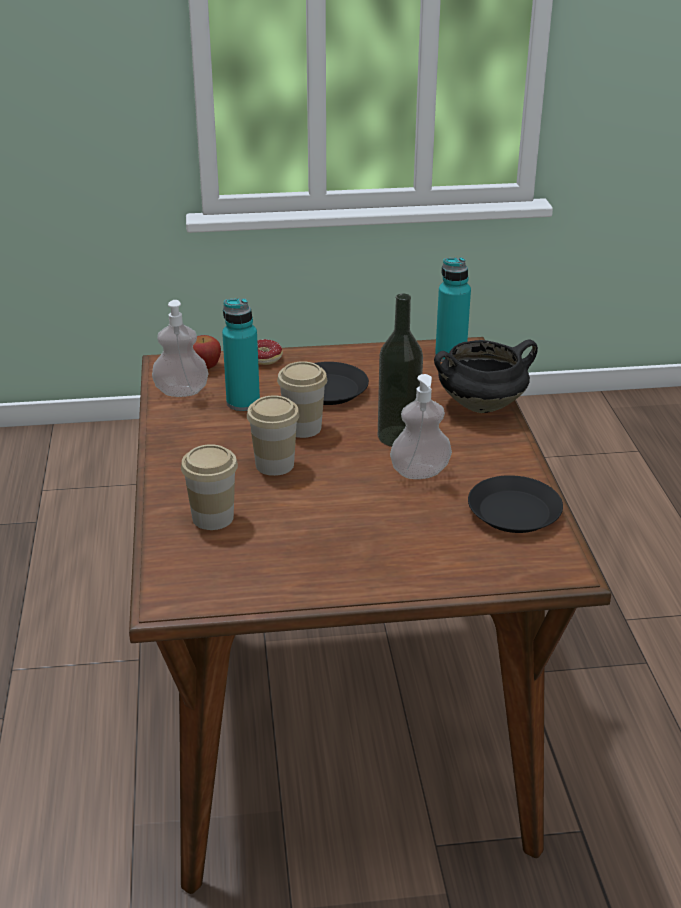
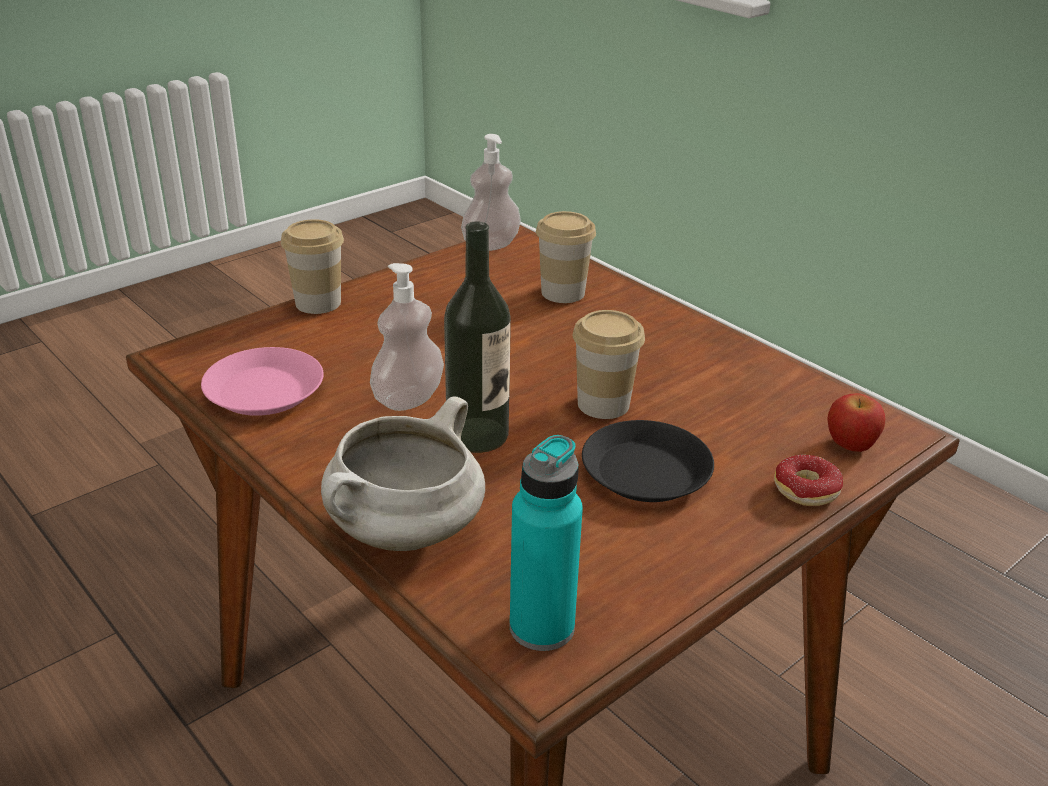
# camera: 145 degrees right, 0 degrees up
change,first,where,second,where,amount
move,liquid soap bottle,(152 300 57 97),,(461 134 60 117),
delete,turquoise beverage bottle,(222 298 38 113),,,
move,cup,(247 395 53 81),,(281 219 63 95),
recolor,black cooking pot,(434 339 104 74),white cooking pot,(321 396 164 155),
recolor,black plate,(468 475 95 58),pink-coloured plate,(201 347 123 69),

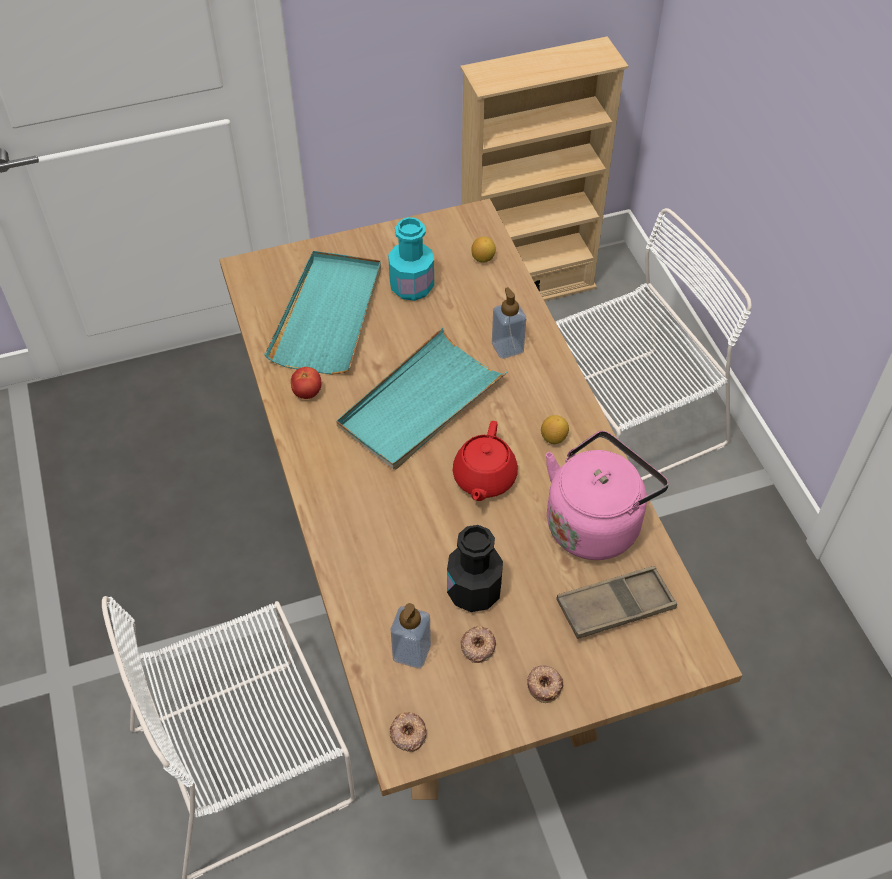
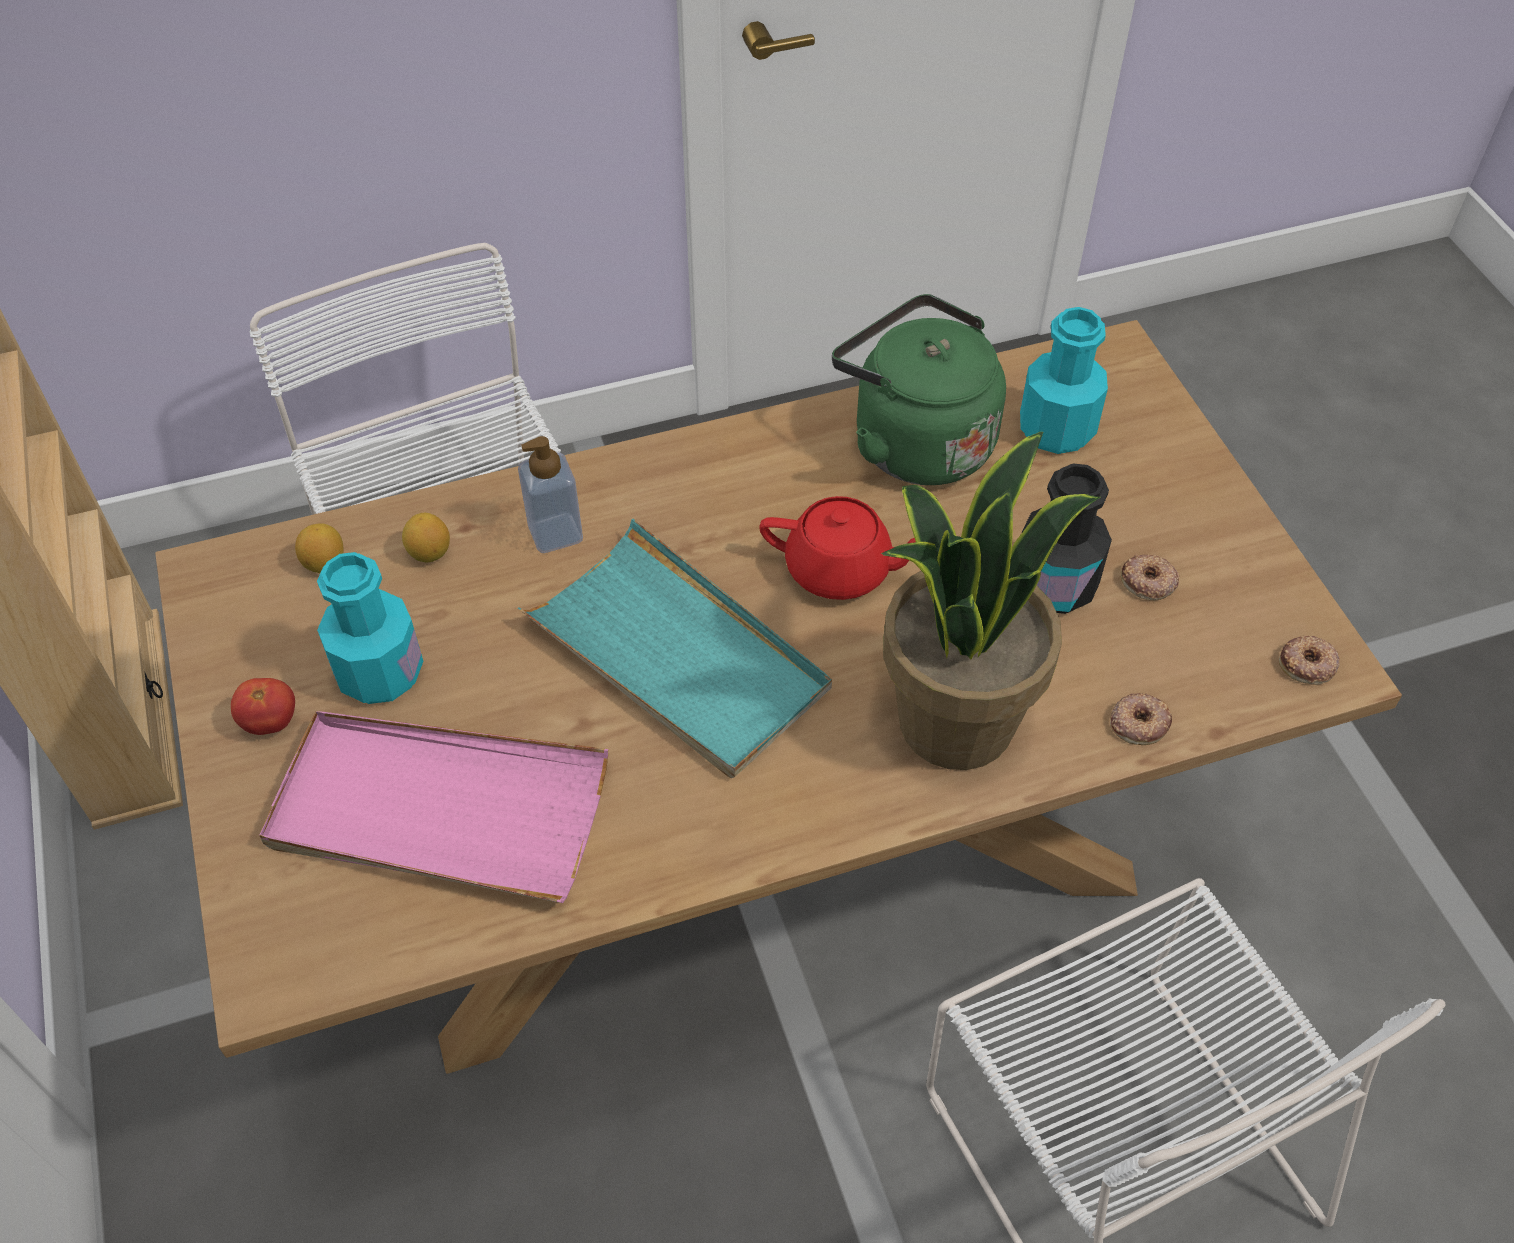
# camera: 90 degrees left, 0 degrees up
change,first,where,second,where,amount
recolor,turquoise serving tray,(264 251 117 124),pink-coloured serving tray,(259 711 349 192),
move,fresh tomato,(291 367 30 32),,(231 678 64 57),
delete,liquid soap bottle,(391 603 40 65),,,
move,ring doughnut,(527 665 37 38),,(1110 693 62 52),
move,citrus fruit,(541 415 28 29),,(402 513 48 49),
recolor,pink-coloured tea kettle,(546 431 123 129),green tea kettle,(832 294 174 191),
replace,brownish serving tray,(556 566 121 73),turquoise beverage bottle,(1020 307 88 147),
insert,,,plant in a pot,(881 432 220 338),

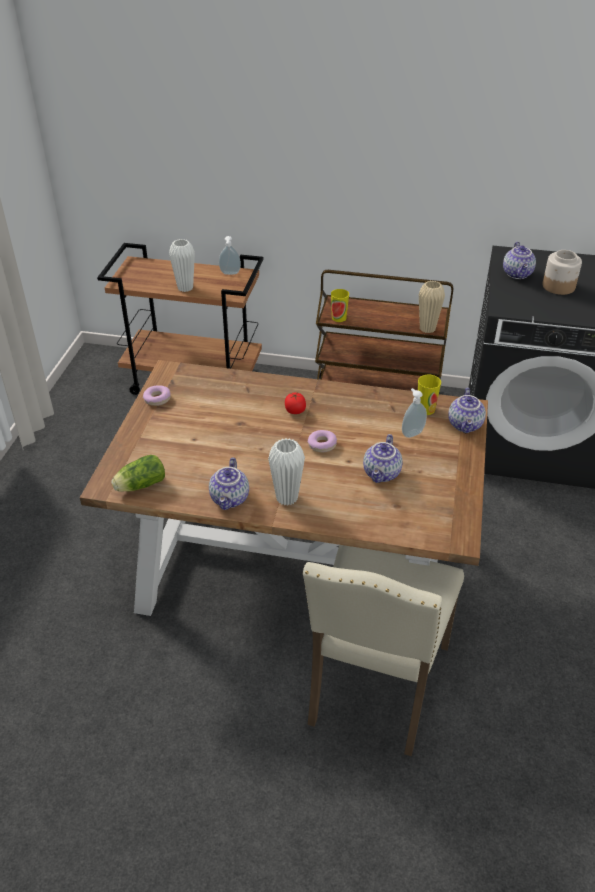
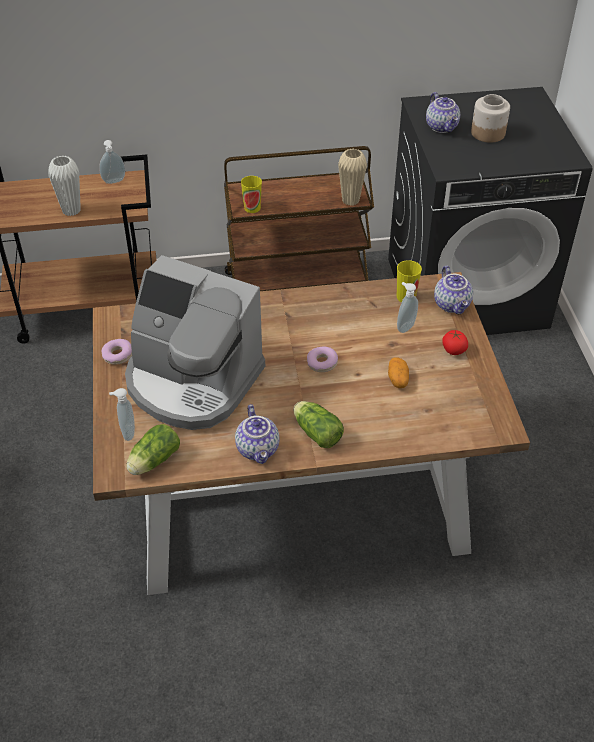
# camera: 20 degrees left, 5 degrees up
change,first,where,second,where,amount
replace,white vase,(268 438 37 68),lettuce,(294 401 50 47),
move,fresh tomato,(285 393 21 21),,(442 330 26 25),
delete,beige-coloured plain chair,(302 545 162 211),,,
replace,teapot,(363 434 40 49),spud,(388 357 21 31),
insert,,,liquid soap bottle,(109 388 26 53),
insert,,,coffee machine,(125 255 140 175),

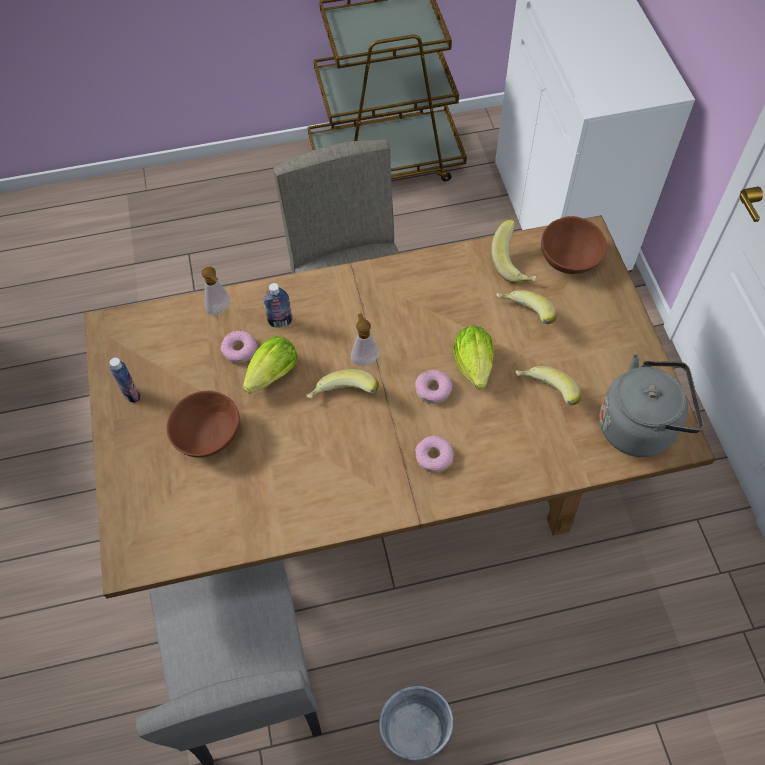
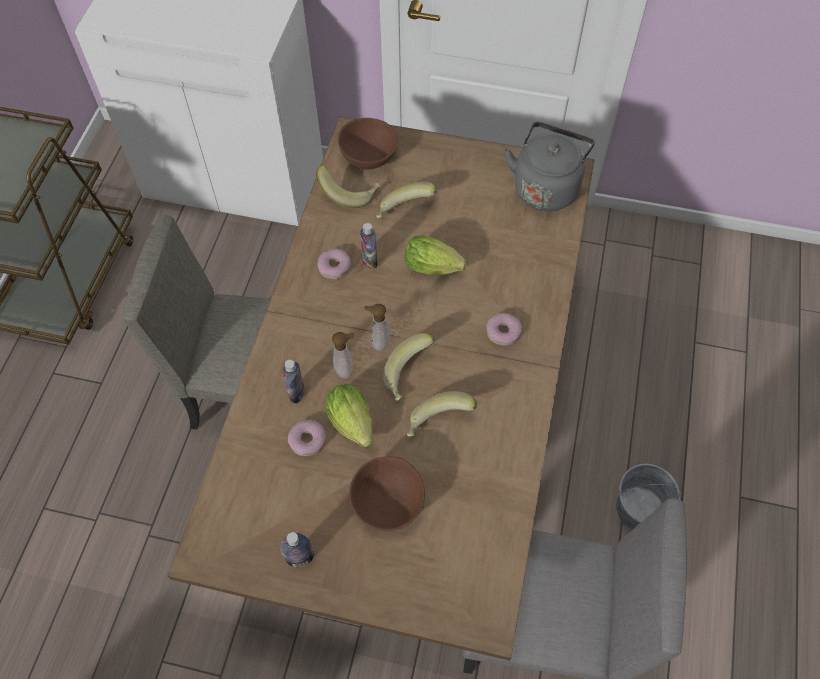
# camera: 65 degrees left, 0 degrees up
change,first,where,second,where,amount
move,liquid soap bottle,(201 267 29 48),,(332 332 22 47),
move,ring doughnut,(415 370 37 34),,(317 248 34 31),
move,banana fruit,(515 366 66 39),,(407 391 70 46),
insert,,,beverage bottle,(360 223 18 46),

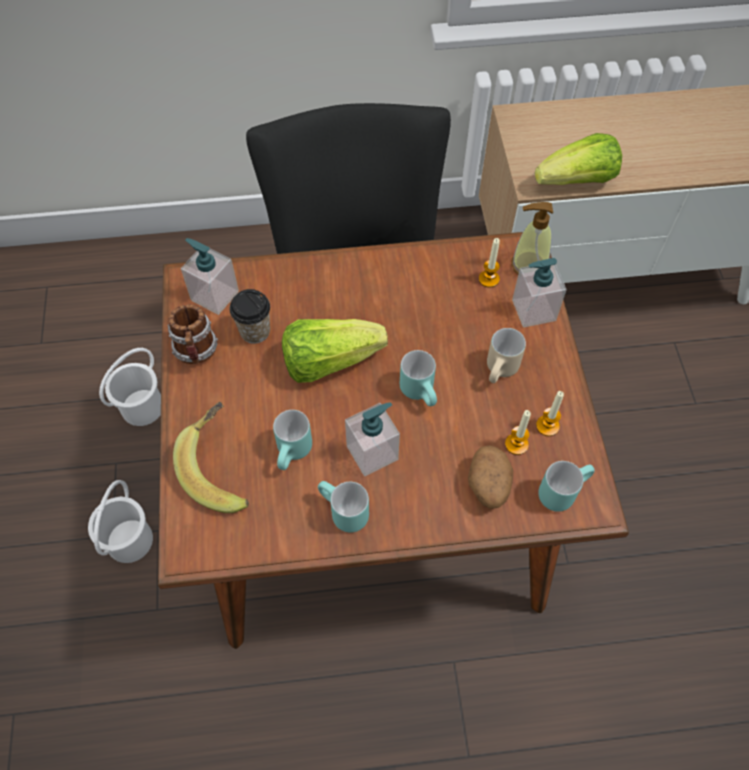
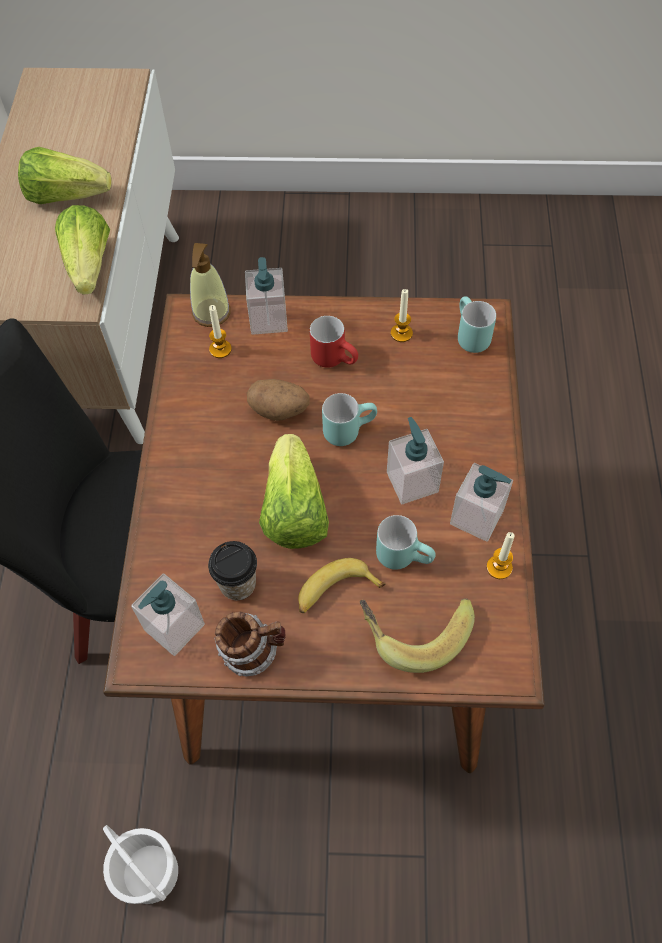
# camera: 80 degrees left, 0 degrees up
change,first,where,second,where,amount
delete,white water bucket,(88 480 65 83),,,
replace,turquoise mug,(318 481 51 52),liquid soap bottle,(450 463 63 79),
move,spud,(468 445 45 64),,(247 379 63 42),
recolor,beige-coloured mug,(487 328 39 55),red mug,(310 316 48 52),
move,candle,(505 410 26 45),,(486 532 29 47),
insert,,,lettuce,(18 147 94 57),
insert,,,banana fruit,(298 558 87 55),

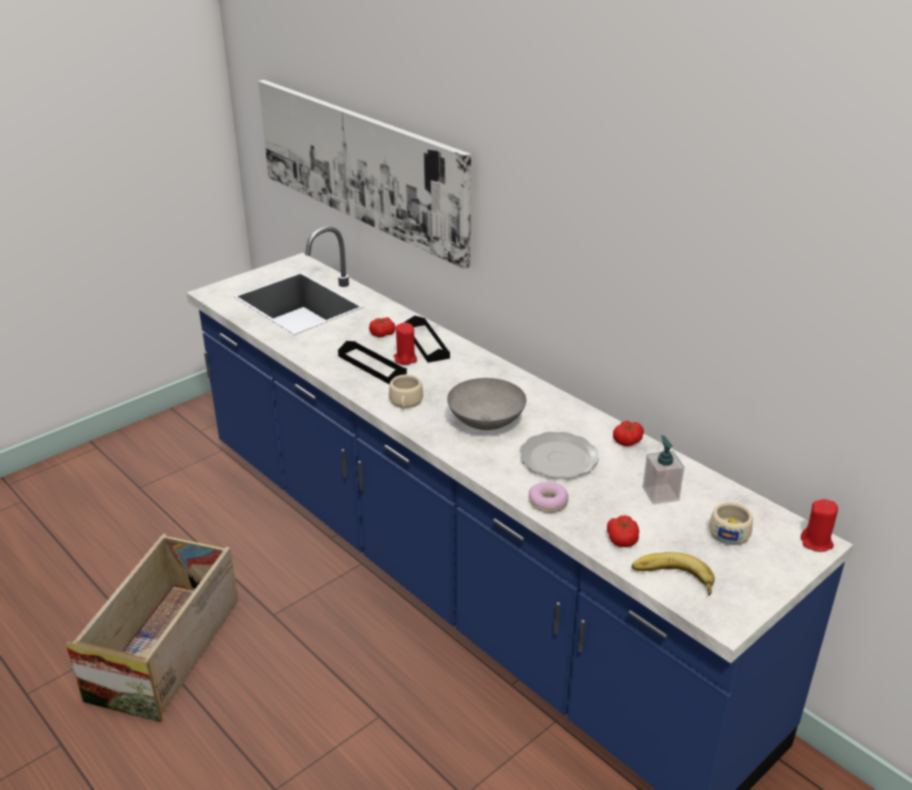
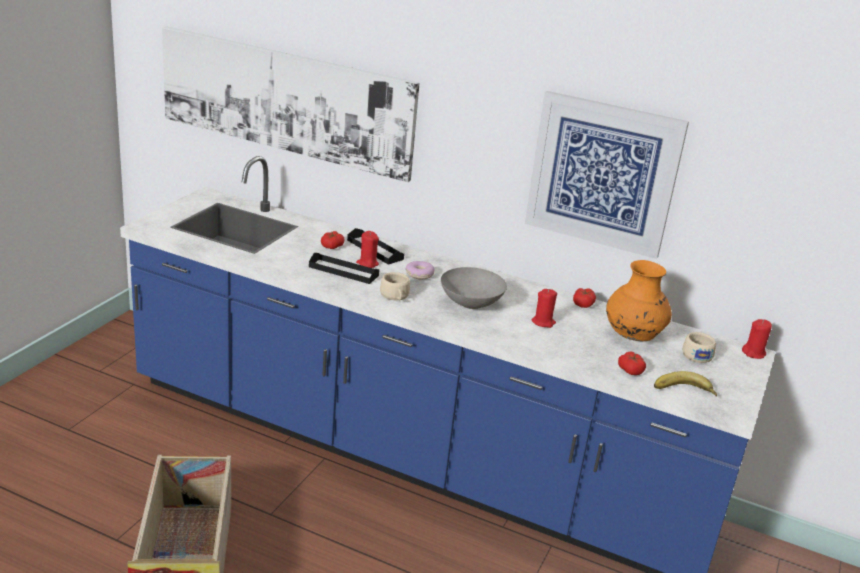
# camera: 25 degrees left, 5 degrees down
change,first,where,second,where,amount
replace,plate,(520 432 79 47),red candle,(532 289 25 39),
move,ring doughnut,(529 482 40 31),,(406 261 29 18),
replace,liquid soap bottle,(643 435 41 69),orange-coloured vase,(606 260 66 81),
insert,,,picture,(525 91 164 168),

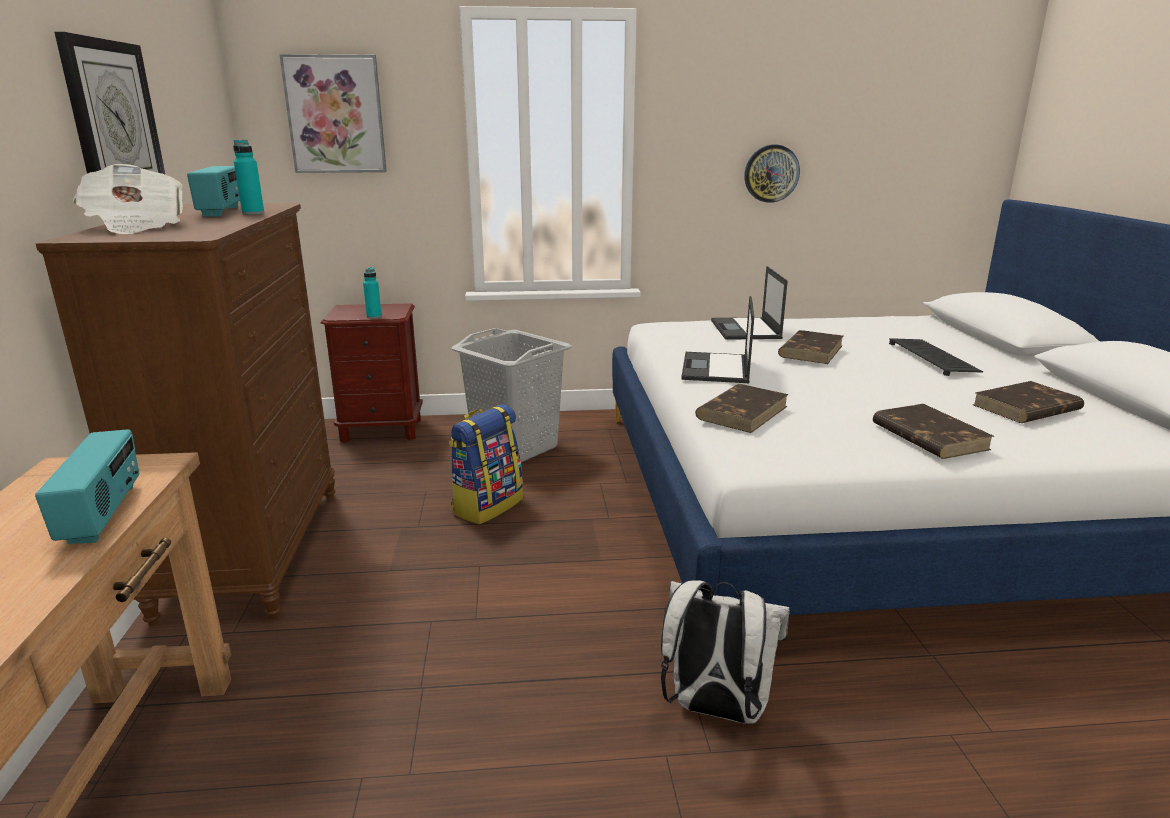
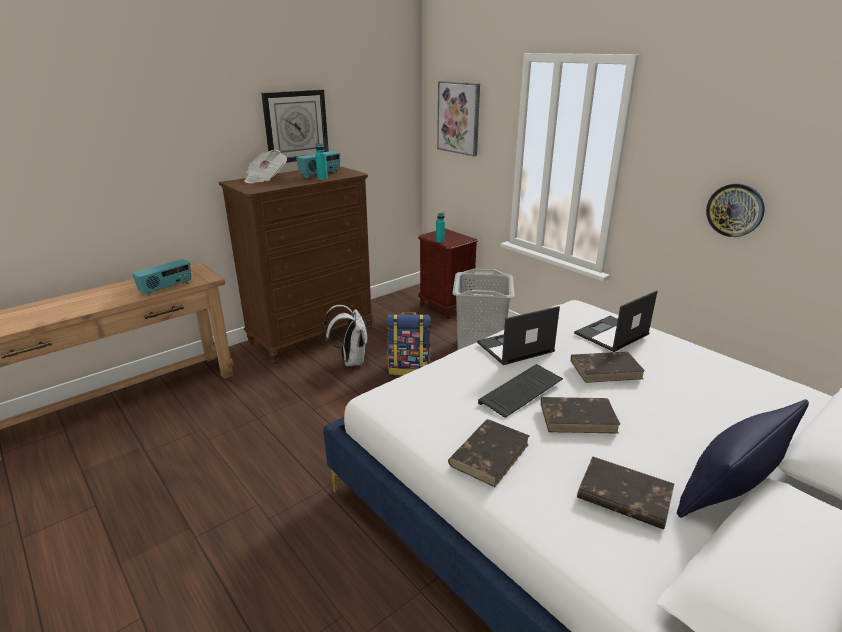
# camera: 55 degrees right, 5 degrees up
change,first,where,second,where,amount
move,white rucksack,(661 581 129 143),,(323 305 44 62),
move,brownish volume,(695 384 94 49),,(541 397 80 37),
move,computer keyboard,(889 338 94 38),,(478 364 85 54),
insert,,,blue pillow,(677 399 132 119),

